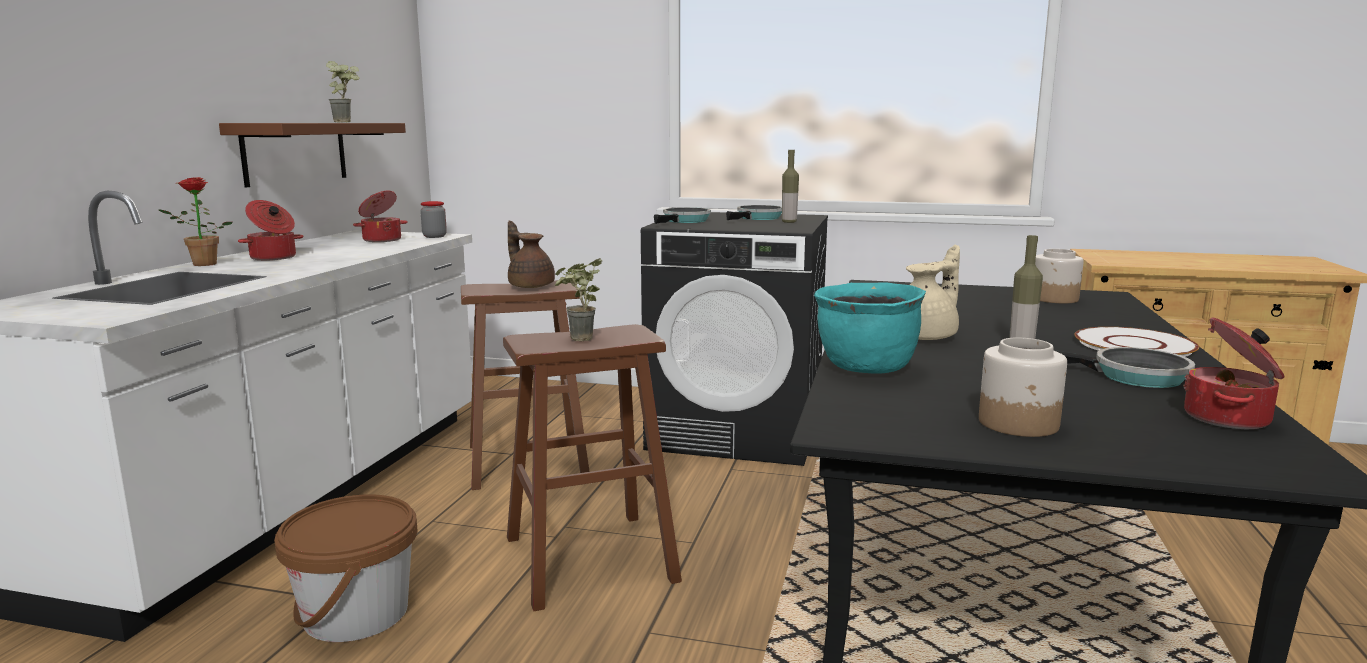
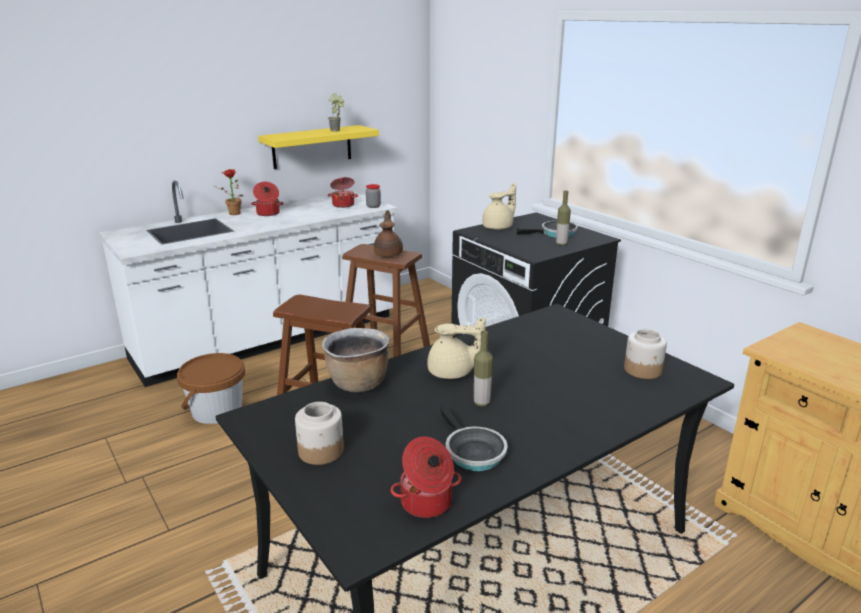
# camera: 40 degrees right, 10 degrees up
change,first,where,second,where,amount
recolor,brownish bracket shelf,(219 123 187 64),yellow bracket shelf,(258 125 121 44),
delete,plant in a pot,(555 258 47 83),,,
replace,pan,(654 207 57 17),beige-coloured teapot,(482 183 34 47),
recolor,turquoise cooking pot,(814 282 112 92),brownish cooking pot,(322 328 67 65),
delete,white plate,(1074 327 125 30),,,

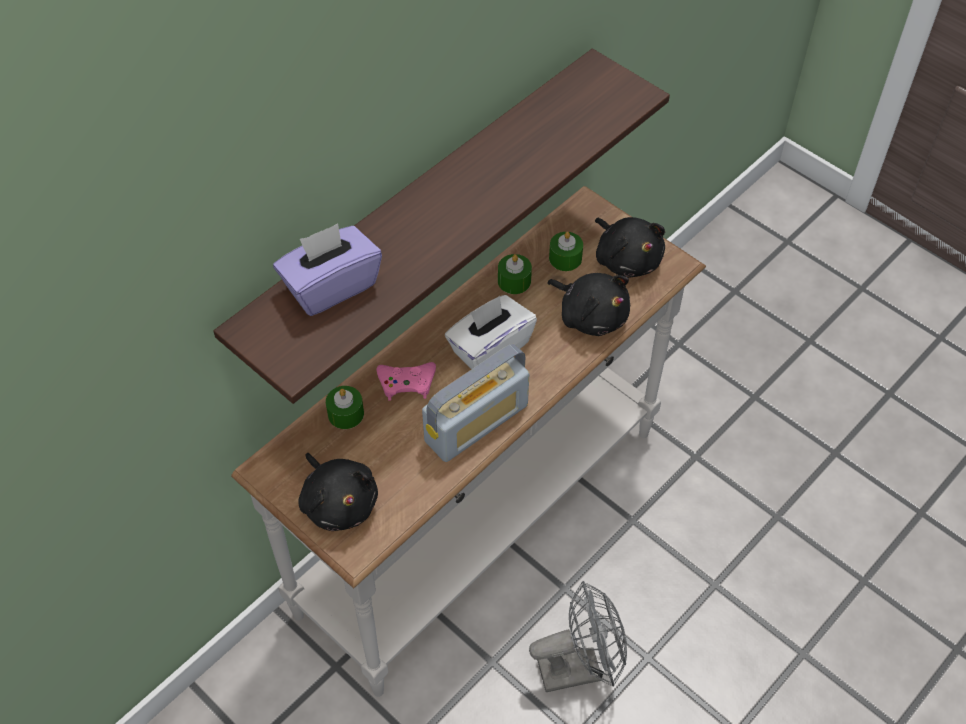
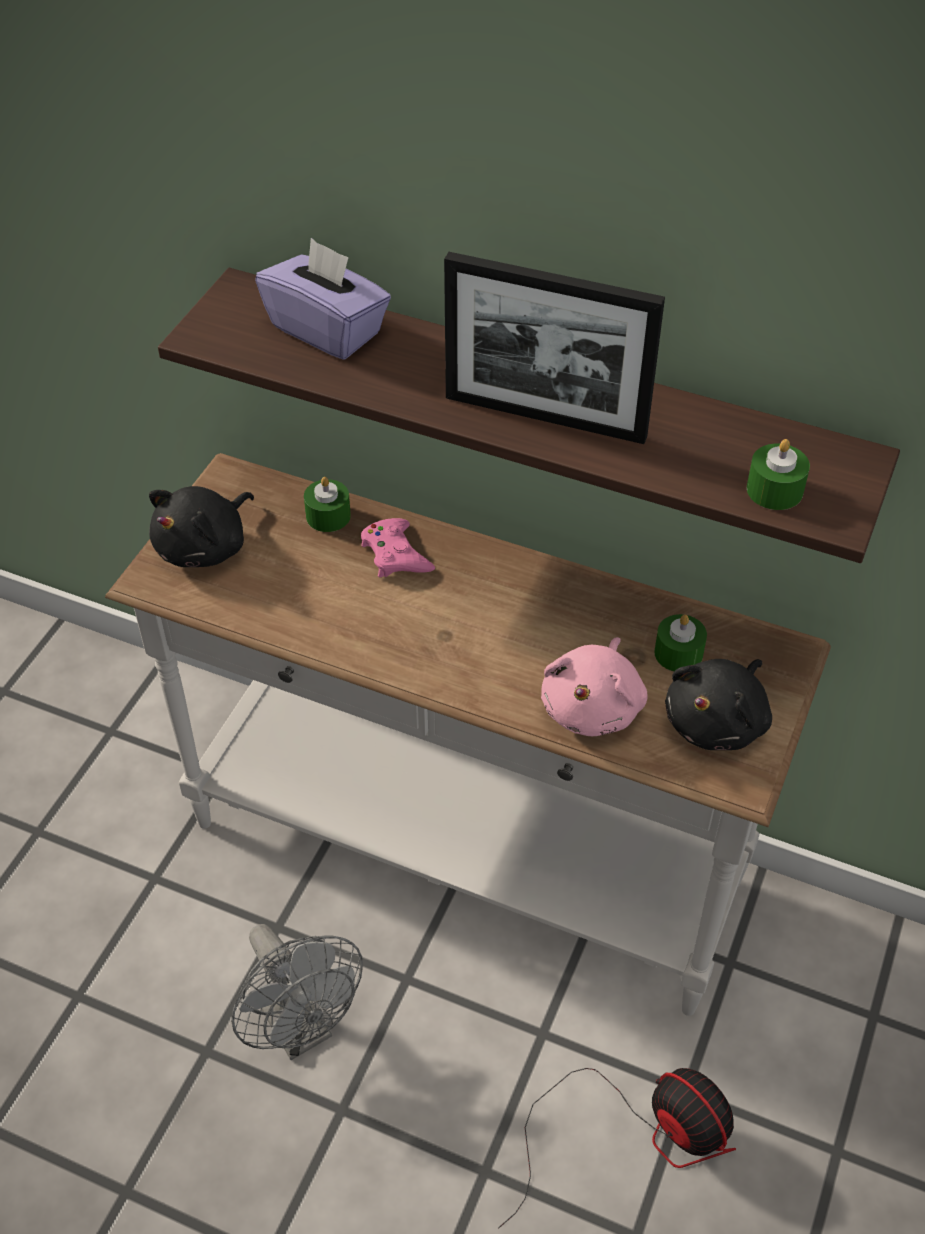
# camera: 70 degrees right, 5 degrees down
change,first,where,second,where,amount
delete,radio set,(422 344 107 118),,,
delete,white tissue holder,(445 295 92 74),,,
move,green candle,(498 254 34 40),,(747 439 63 71),
recolor,black soft toy,(548 273 82 63),pink-coloured soft toy,(541 637 107 99),
insert,,,standing frame,(444 252 221 192),
insert,,,electric fan,(498 1068 238 161),

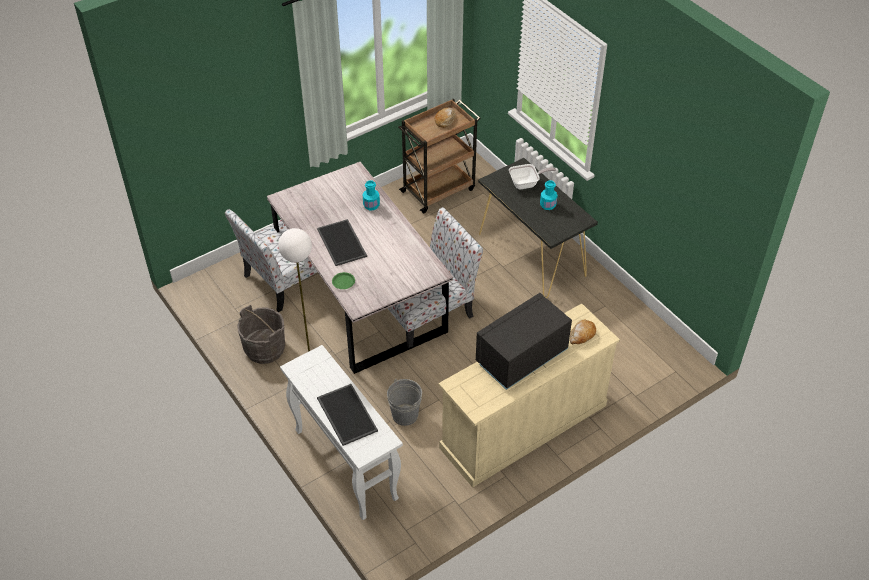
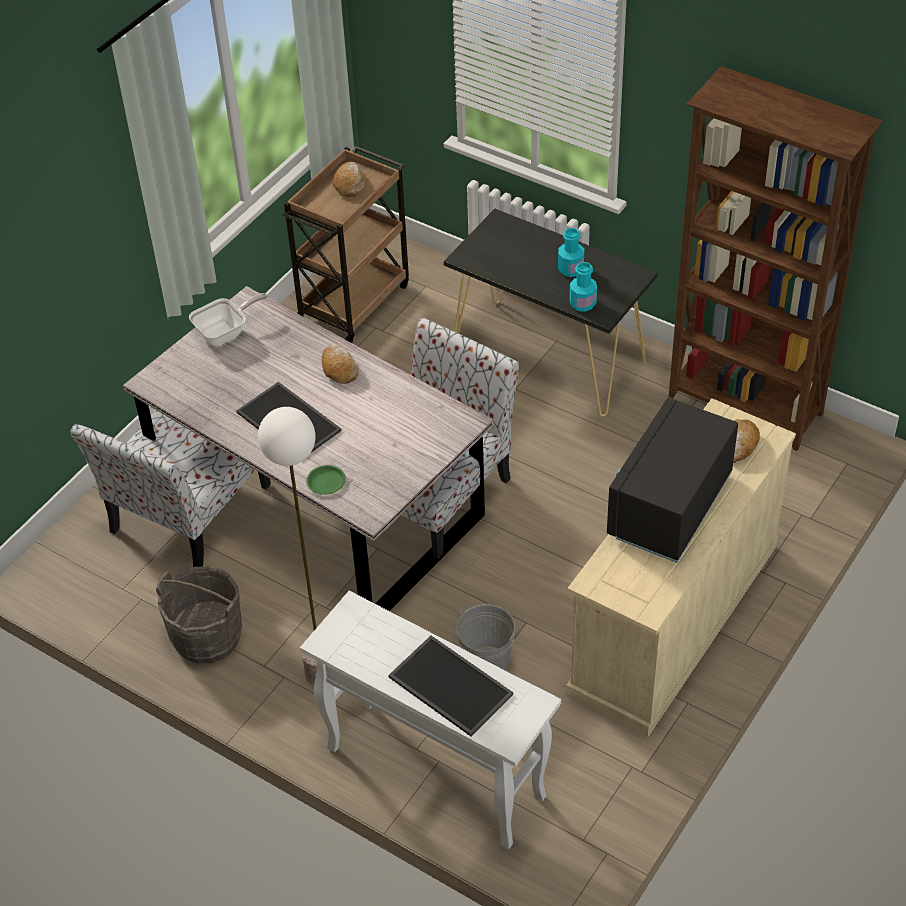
# camera: 20 degrees left, 0 degrees up
change,first,where,second,where,amount
move,turquoise beverage bottle,(363 180 17 30),,(570 262 27 50),
move,pan,(509 164 47 25),,(189 293 79 53),
insert,,,bakery bread,(322 345 37 39),
insert,,,brownish bookcase,(669 66 214 385),

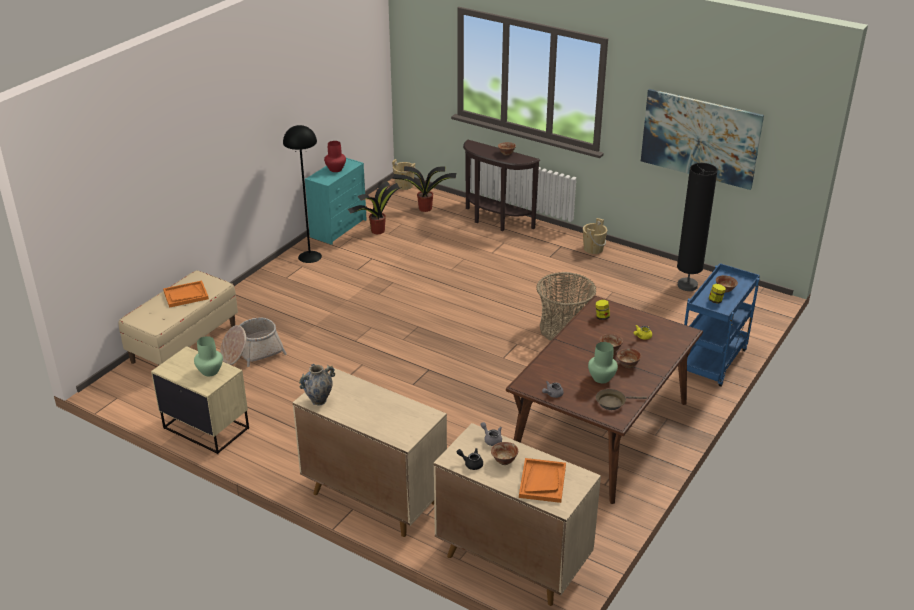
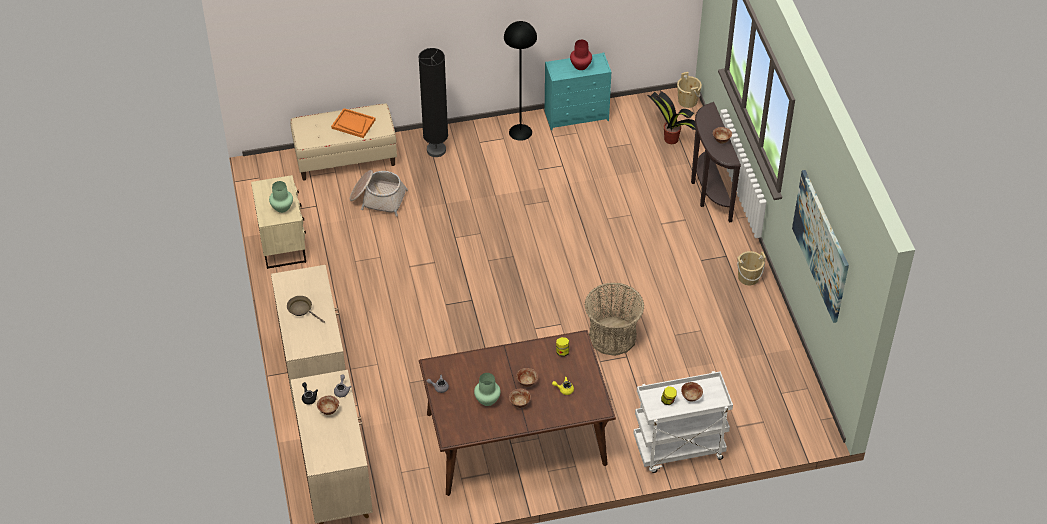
# camera: 45 degrees right, 15 degrees up
change,first,where,second,where,amount
delete,vase,(299 364 36 41),,,
delete,plant in a pot,(348 181 54 53),,,
delete,orange-coloured serving tray,(519 458 47 45),,,
move,brownish pan,(596 389 51 21),,(287 296 38 27),
move,black standing lamp,(677 163 41 128),,(418 48 30 109),
recolor,blue wheeled cart,(684 263 76 124),white wheeled cart,(633 371 100 102),

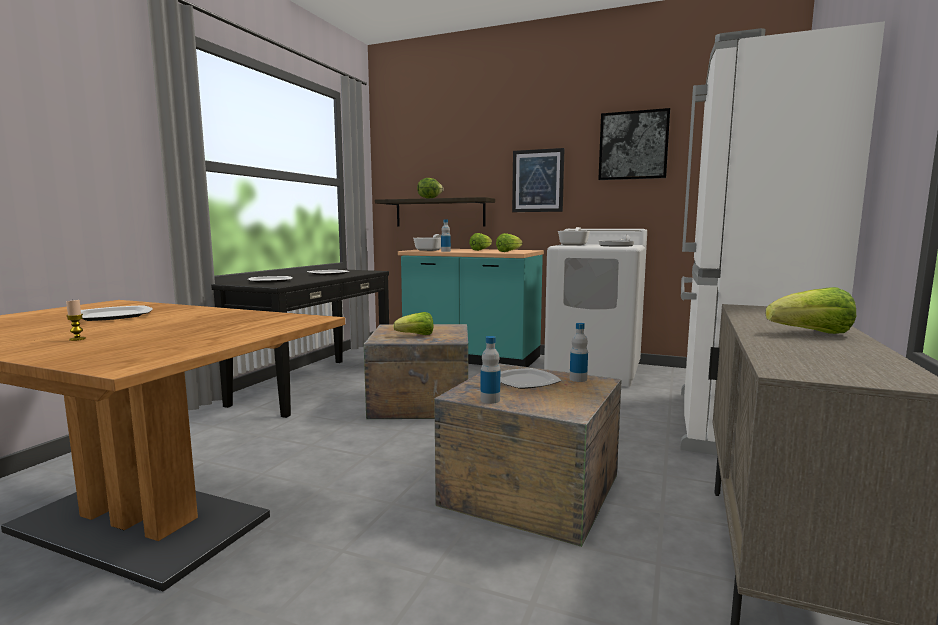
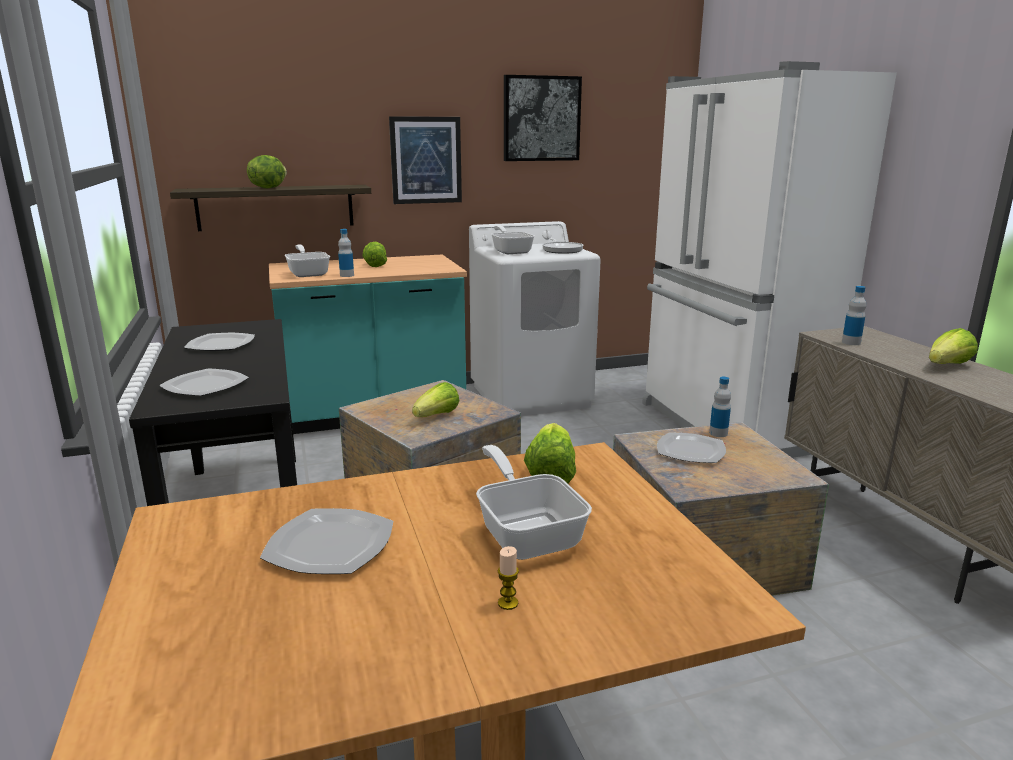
# camera: 40 degrees left, 10 degrees up
change,first,where,second,where,amount
move,beverage bottle,(481 336 19 68),,(842 286 24 59),
move,lettuce,(496 233 27 19),,(524 423 52 60),
insert,,,pan,(476 445 116 115),

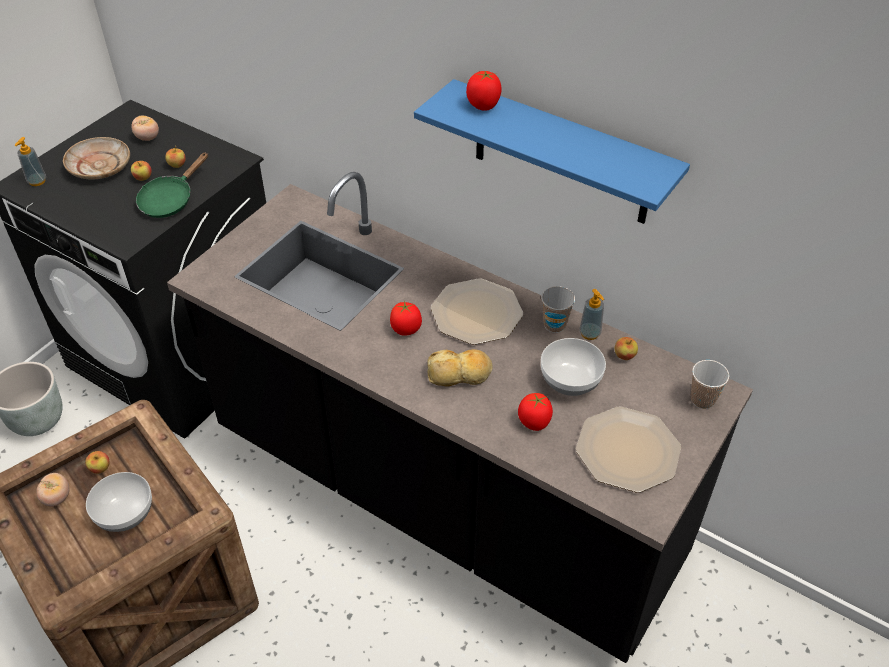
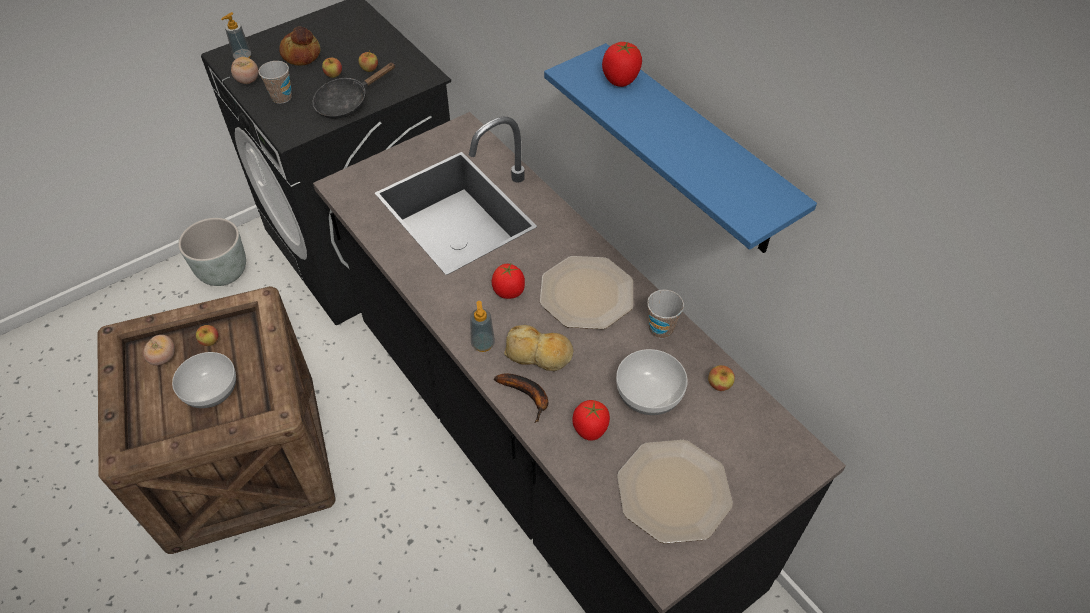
# camera: 20 degrees right, 5 degrees up
change,first,where,second,where,amount
replace,beige-coloured plate,(63 137 67 43),bakery bread,(279 26 41 40),
move,fresh tomato,(131 116 28 25),,(231 57 28 27),
recolor,green pan,(136 152 72 66),black pan,(313 63 83 56),
move,liquid soap bottle,(579 289 25 51),,(470 301 25 51),
move,cup,(691 360 38 49),,(258 61 34 43),
insert,,,banana fruit,(494 373 54 50),

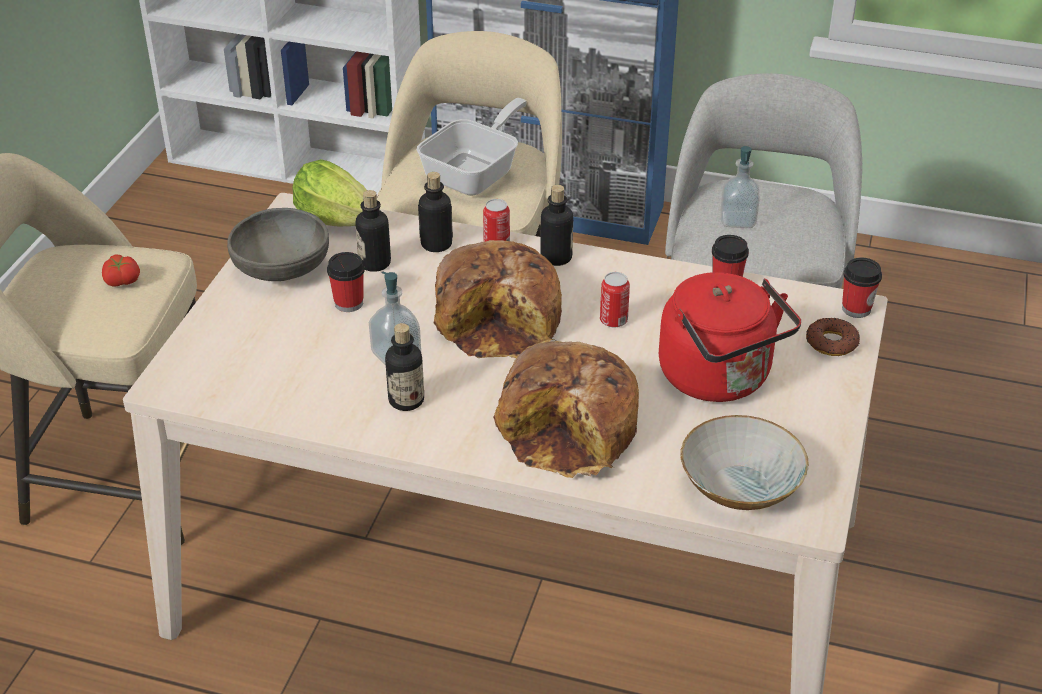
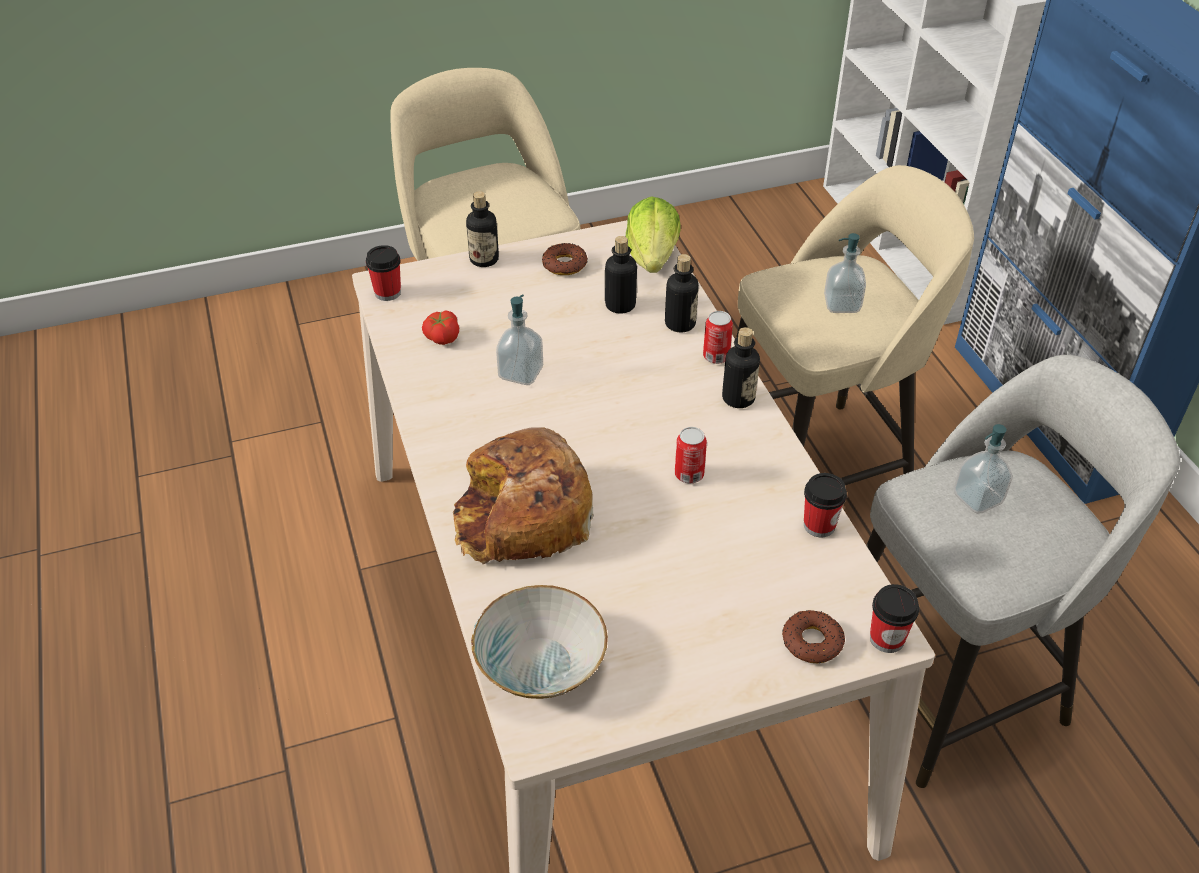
# camera: 55 degrees right, 5 degrees up
change,first,where,second,where,amount
move,fresh tomato,(102 255 38 32),,(422 310 37 35),
replace,grey bowl,(227 208 102 73),ring doughnut,(542 243 46 32),
move,cup,(327 252 38 60),,(366 245 35 56),
move,beverage bottle,(385 323 39 88),,(466 191 33 76),
replace,pan,(417 98 110 97),liquid soap bottle,(824 233 42 80),
delete,bakery bread,(434 240 128 118),,,
delete,red tea kettle,(659 272 142 130),,,

